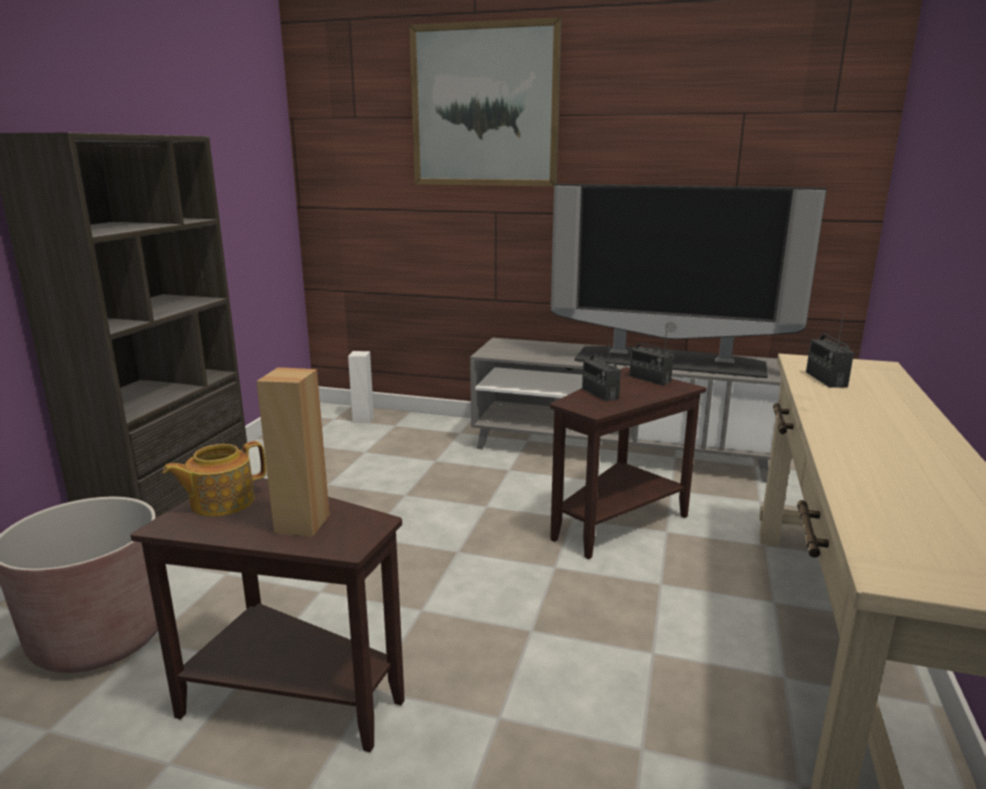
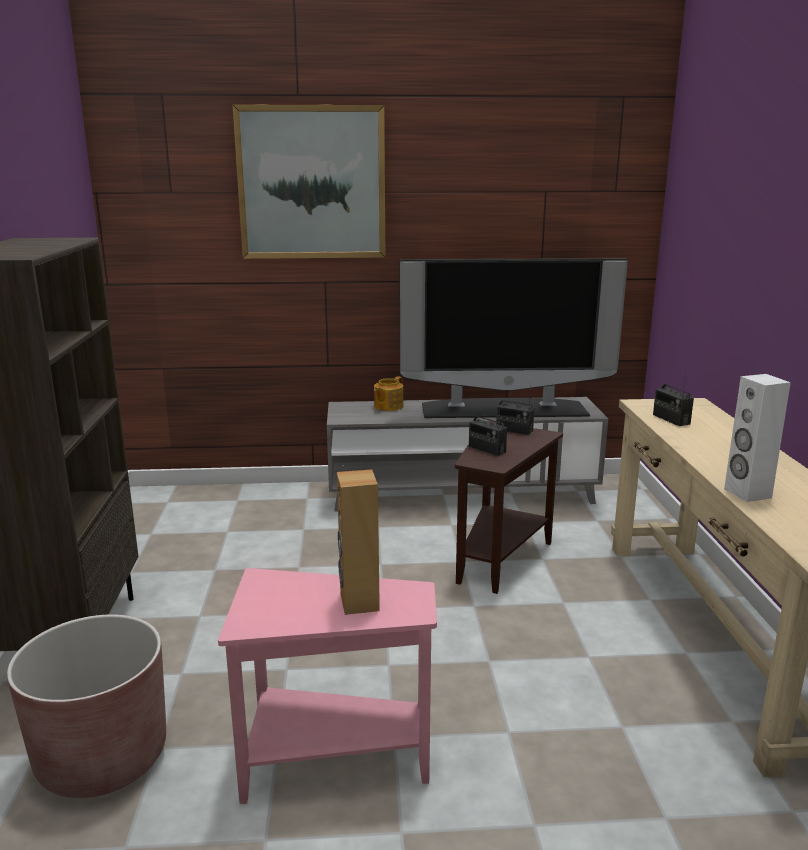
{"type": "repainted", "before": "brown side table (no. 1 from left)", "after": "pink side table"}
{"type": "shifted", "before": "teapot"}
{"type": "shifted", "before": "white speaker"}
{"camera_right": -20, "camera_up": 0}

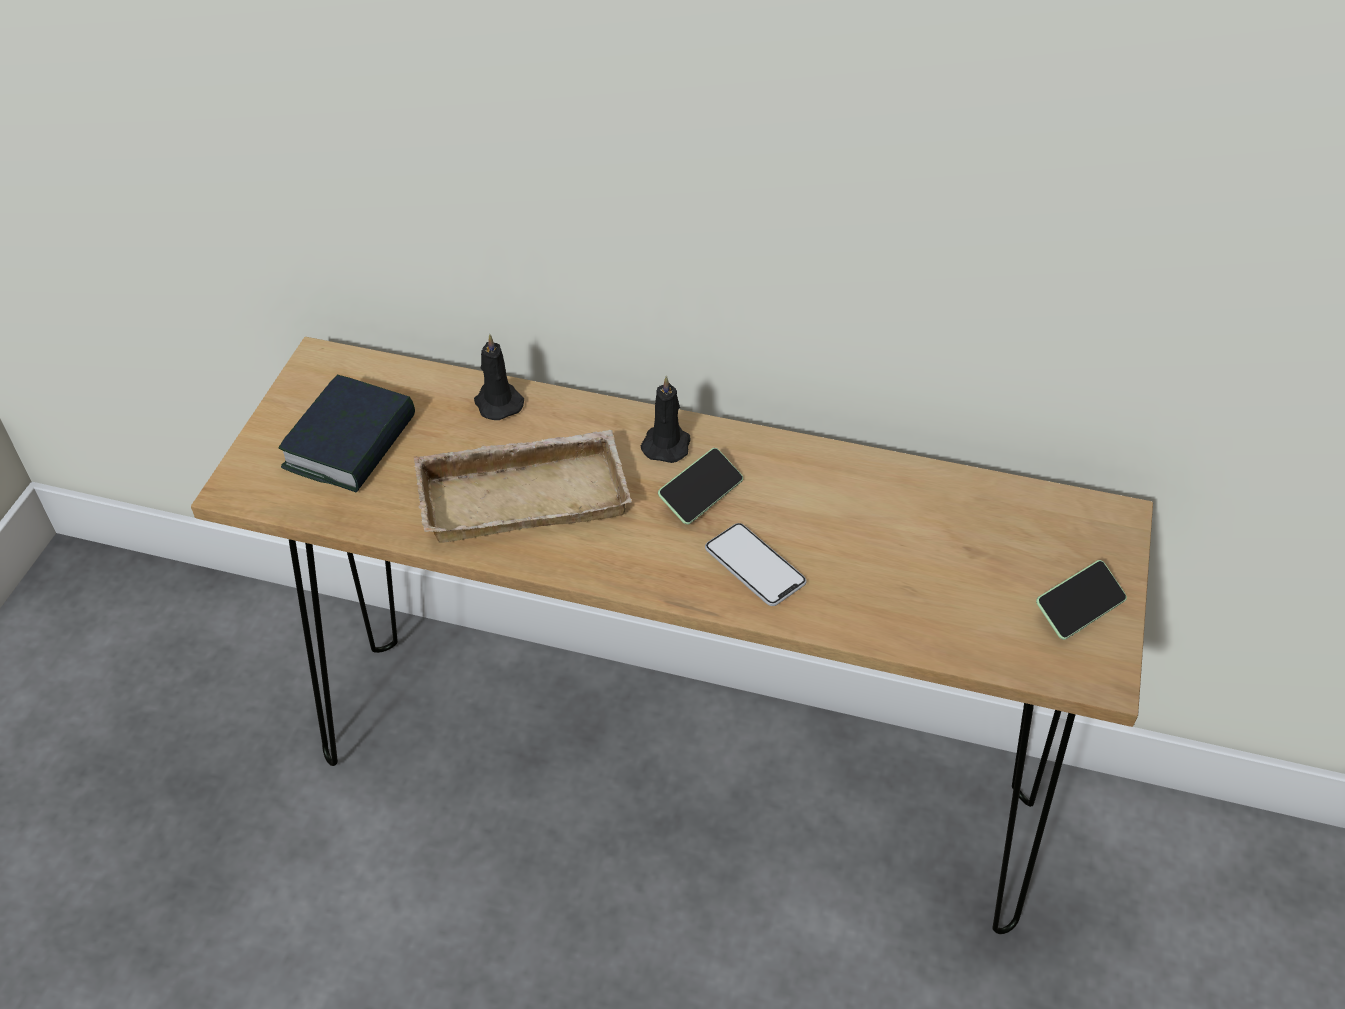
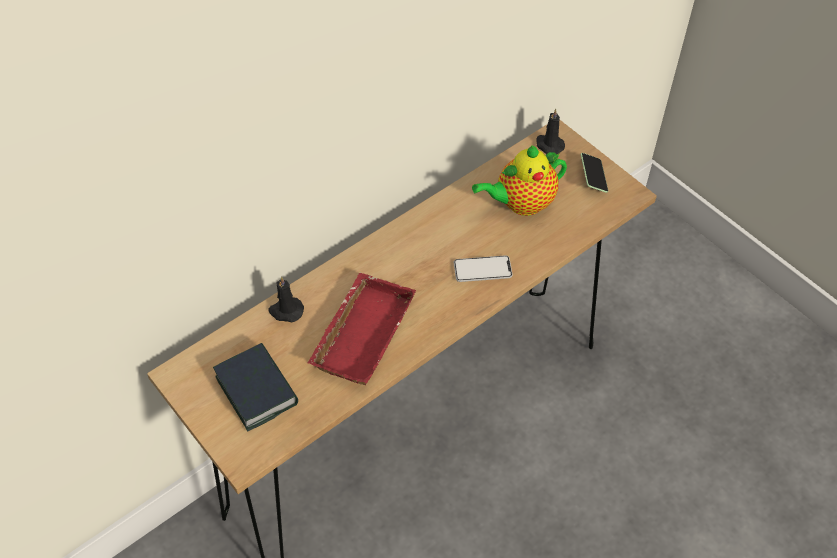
{"type": "repainted", "before": "beige tray", "after": "red tray"}
{"type": "new", "after": "teapot"}
{"type": "shifted", "before": "black candle (no. 2 from left)"}
{"type": "gone", "before": "phone (no. 1 from left)"}
{"camera_right": -55, "camera_up": 5}

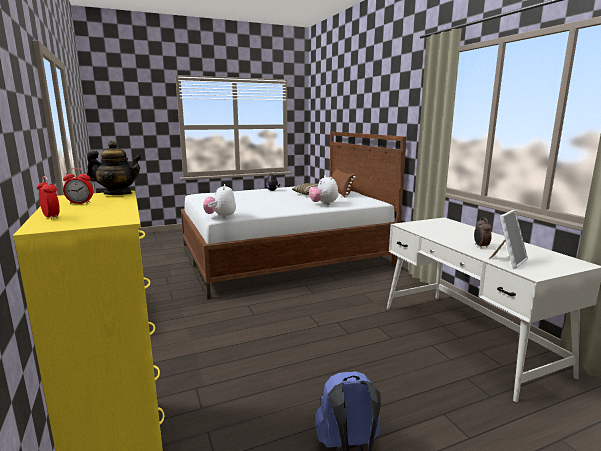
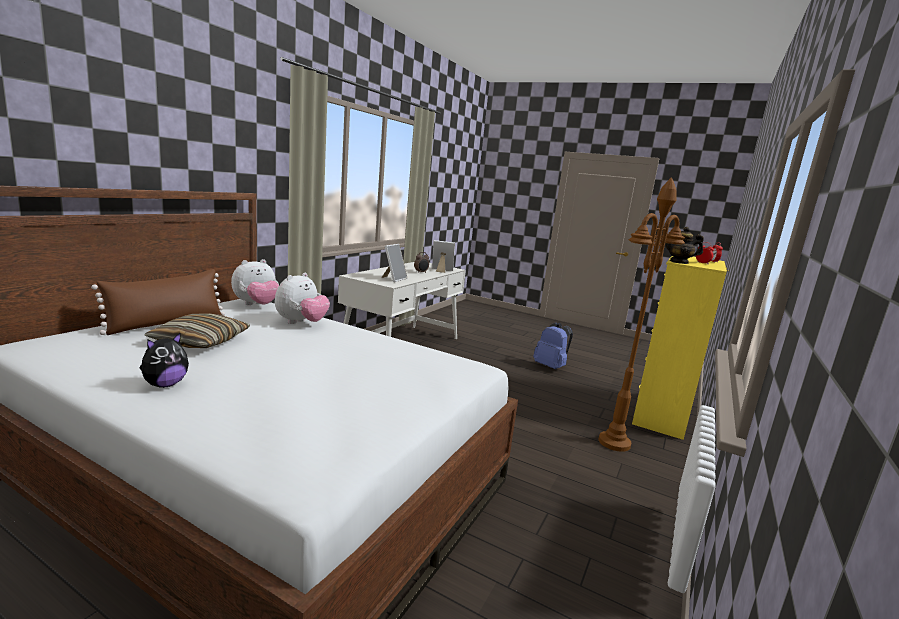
{"type": "shifted", "before": "plush toy (no. 1 from left in the first image)", "after": "plush toy (no. 2 from left)"}
{"type": "new", "after": "picture frame (no. 1 from left)"}
{"type": "new", "after": "brown floor lamp"}
{"type": "rotated", "before": "teapot", "turn": -45}
{"camera_right": -130, "camera_up": 0}

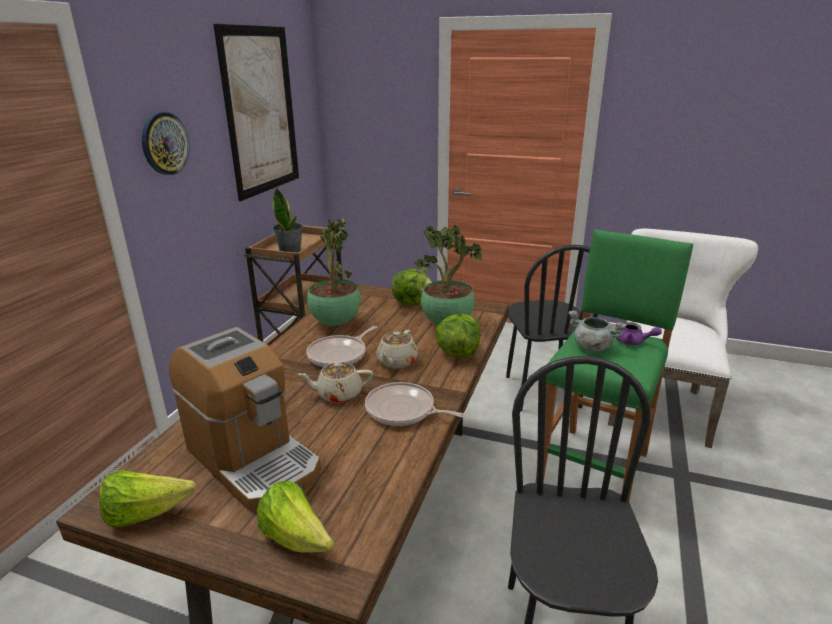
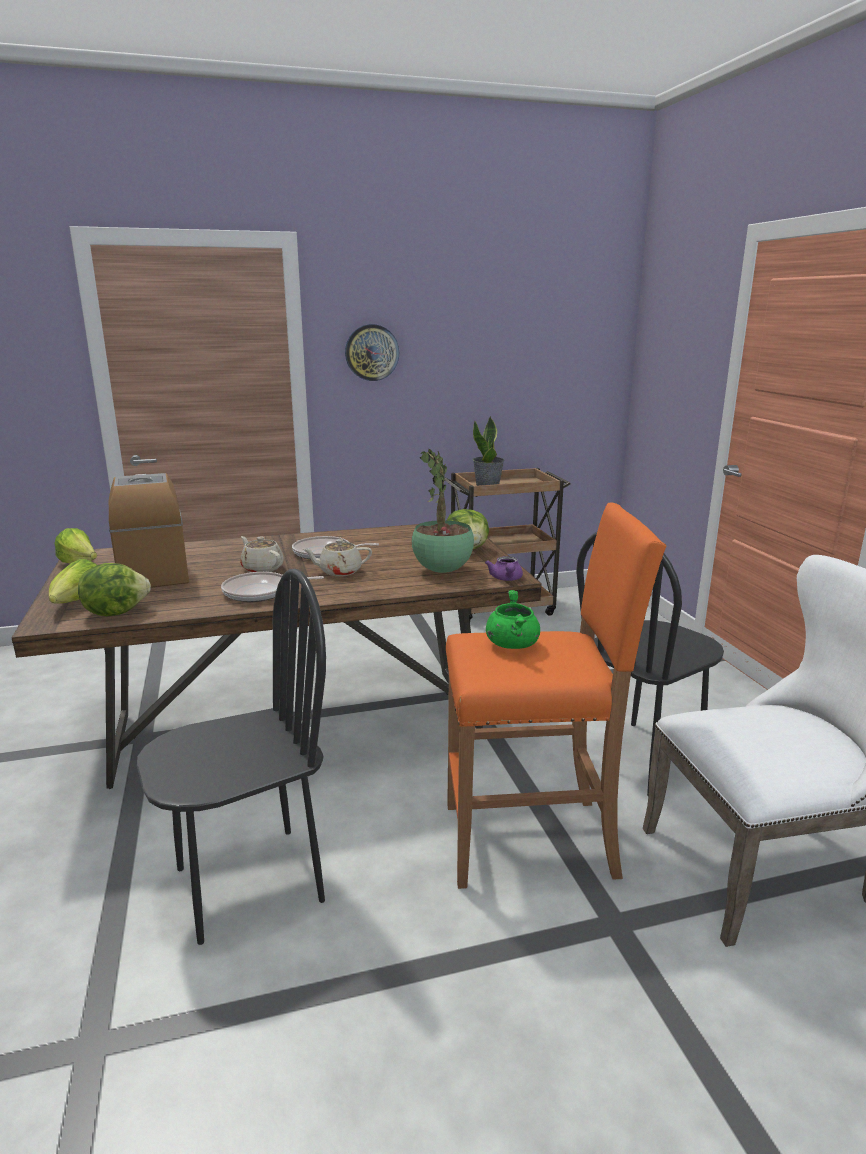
{"type": "shifted", "before": "lettuce (no. 4 from left in the first image)", "after": "lettuce (no. 3 from left)"}
{"type": "rotated", "before": "coffee machine", "turn": 150}
{"type": "rotated", "before": "frying pan (no. 2 from left in the first image)", "turn": -90}
{"type": "repainted", "before": "green stool", "after": "orange stool"}
{"type": "shifted", "before": "purple teapot"}
{"type": "repainted", "before": "grey cooking pot", "after": "green cooking pot"}
{"type": "gone", "before": "picture"}
{"type": "gone", "before": "potted plant (no. 2 from left)"}
{"camera_right": 55, "camera_up": -5}

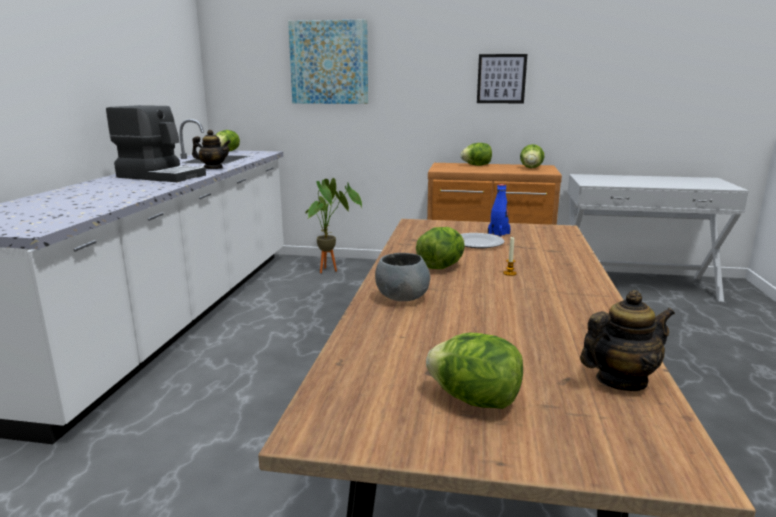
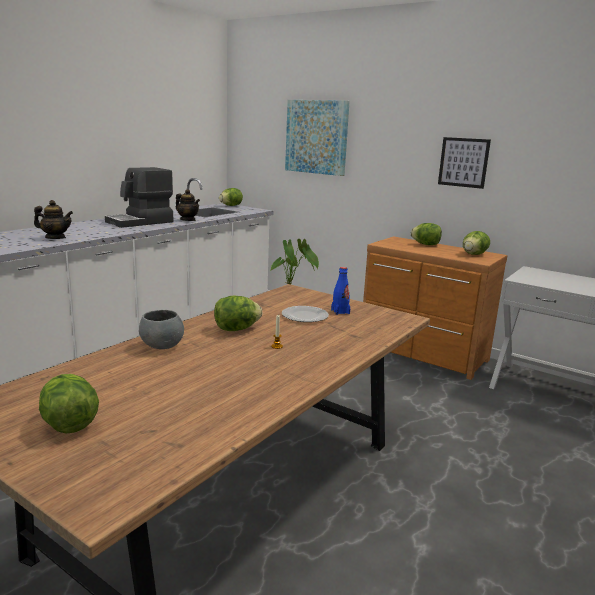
{"type": "shifted", "before": "teapot (no. 2 from left in the first image)", "after": "teapot (no. 1 from left)"}
{"type": "rotated", "before": "coffee machine", "turn": 90}
{"camera_right": 25, "camera_up": 0}

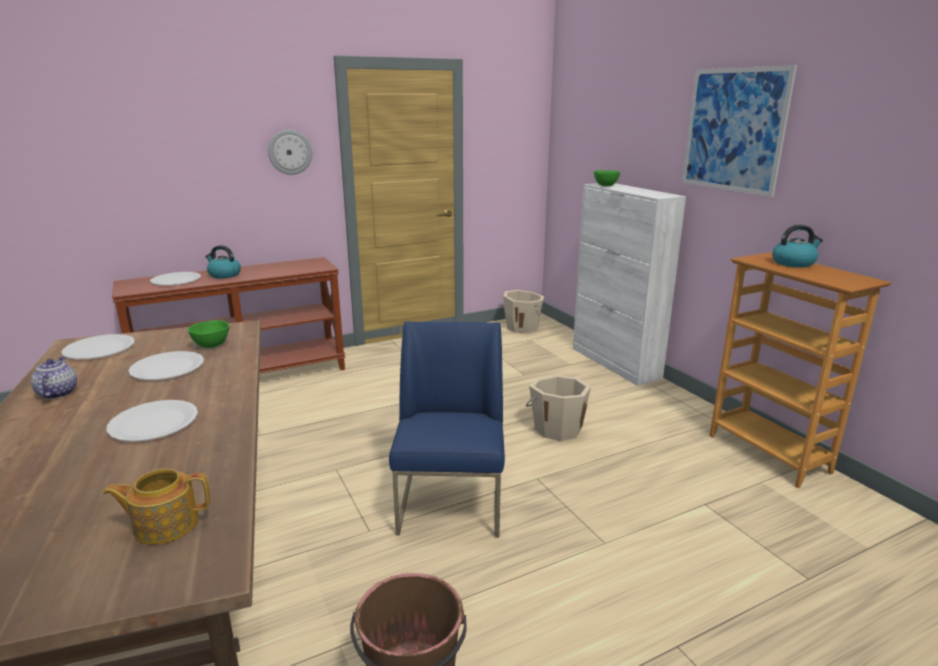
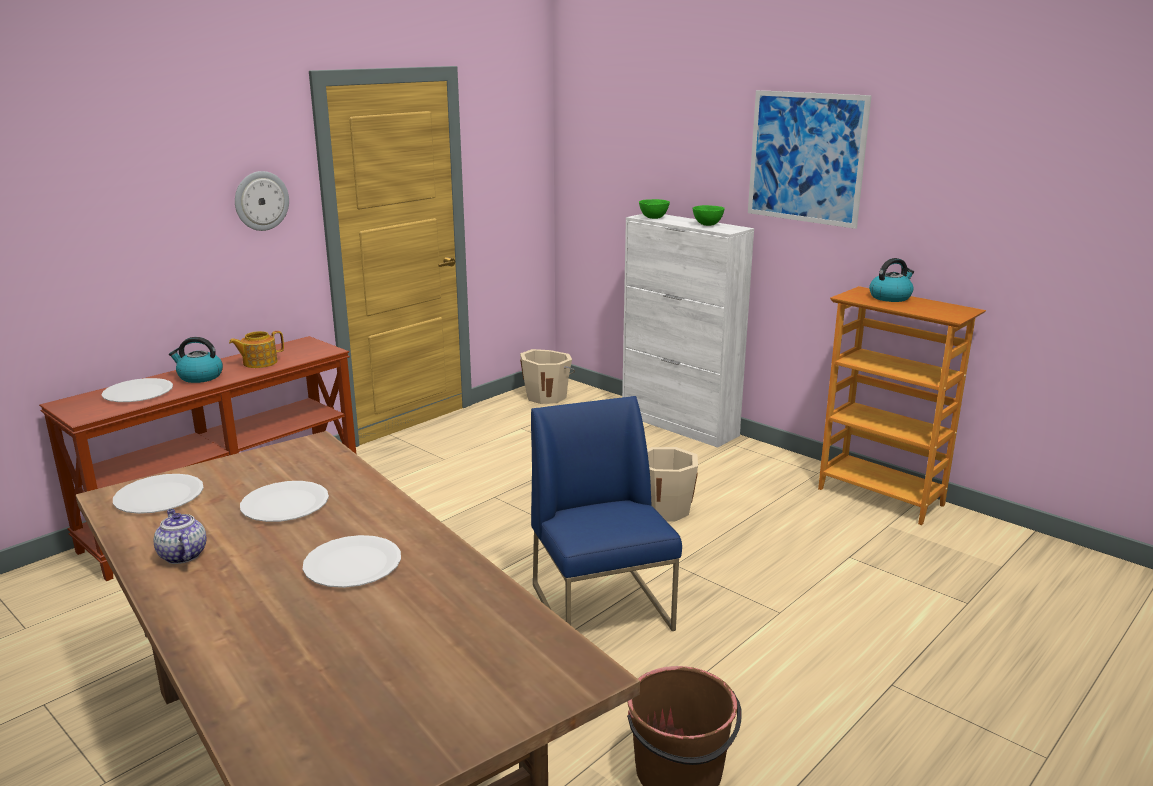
{"type": "shifted", "before": "teapot (no. 2 from left)"}
{"type": "shifted", "before": "green bowl (no. 1 from left in the first image)", "after": "green bowl (no. 2 from left)"}
{"camera_right": -20, "camera_up": 0}

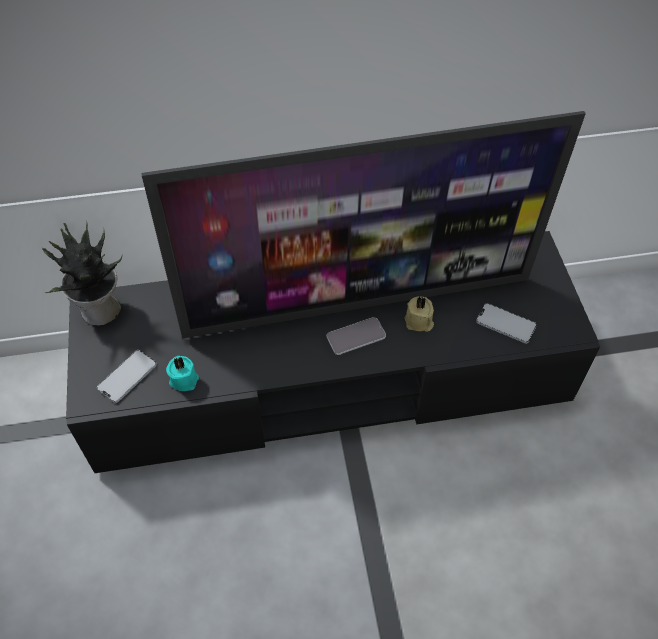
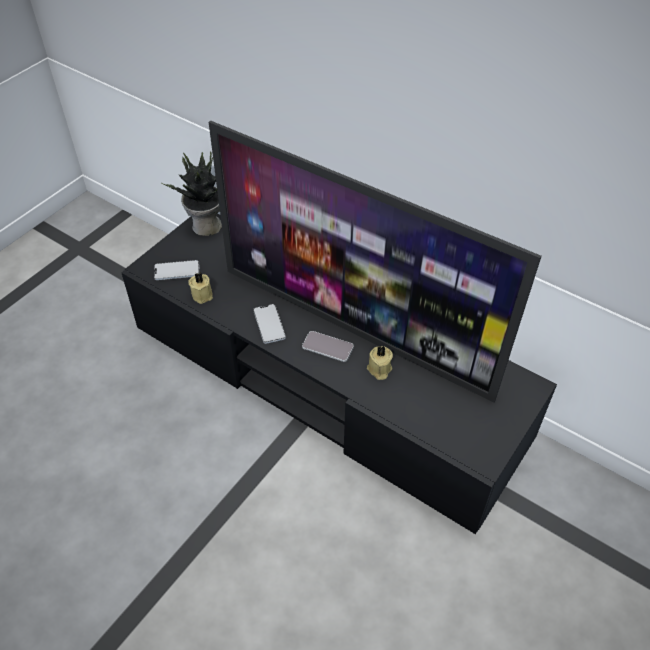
{"type": "repainted", "before": "turquoise candle", "after": "beige candle (no. 1 from left)"}
{"type": "shifted", "before": "phone (no. 3 from left in the first image)", "after": "phone (no. 2 from left)"}
{"camera_right": 45, "camera_up": -5}

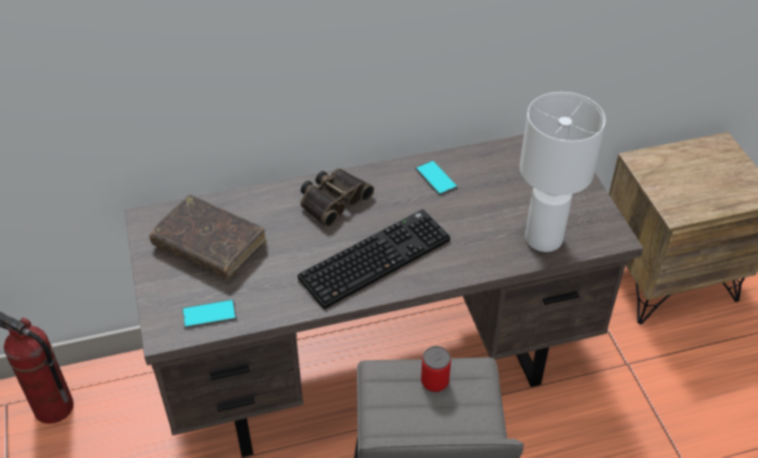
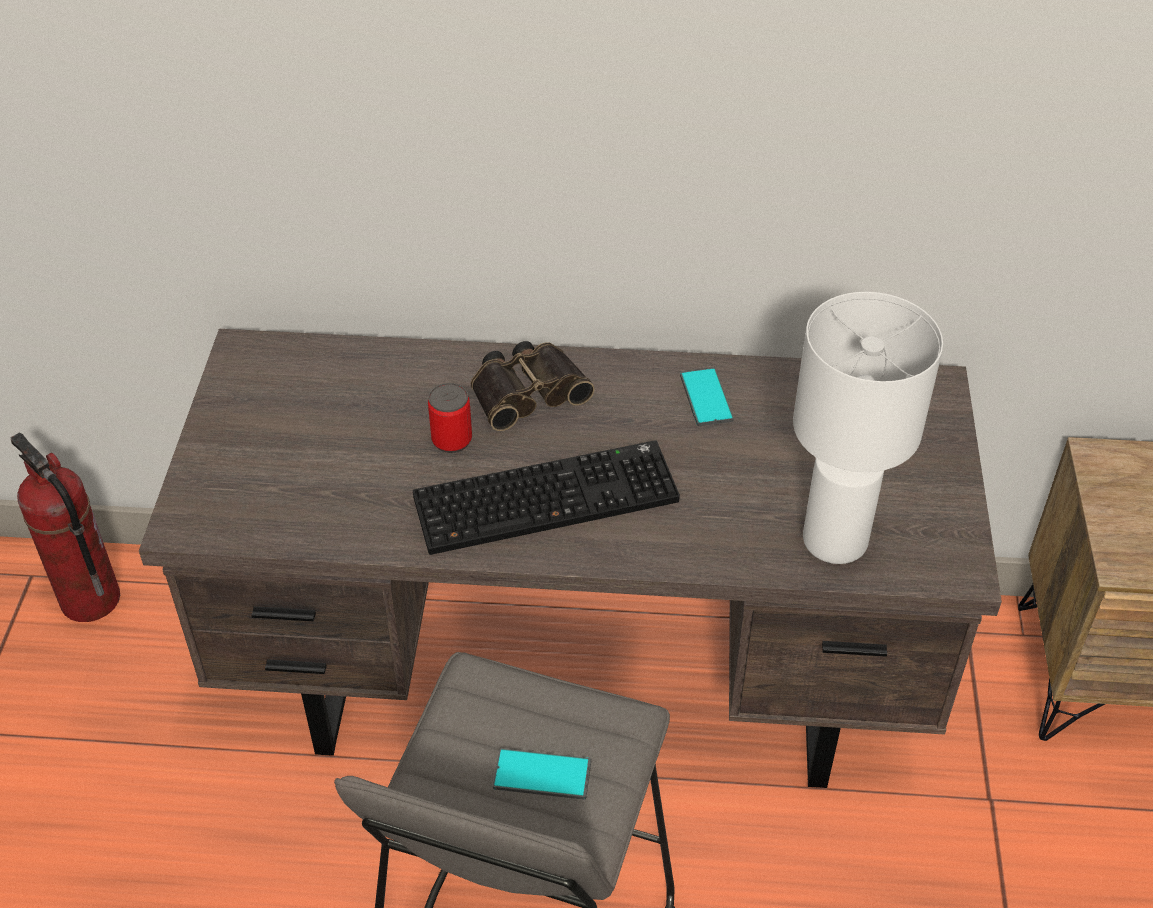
{"type": "shifted", "before": "can"}
{"type": "shifted", "before": "phone (no. 1 from left)"}
{"type": "gone", "before": "brown book"}
{"camera_right": 20, "camera_up": 0}

